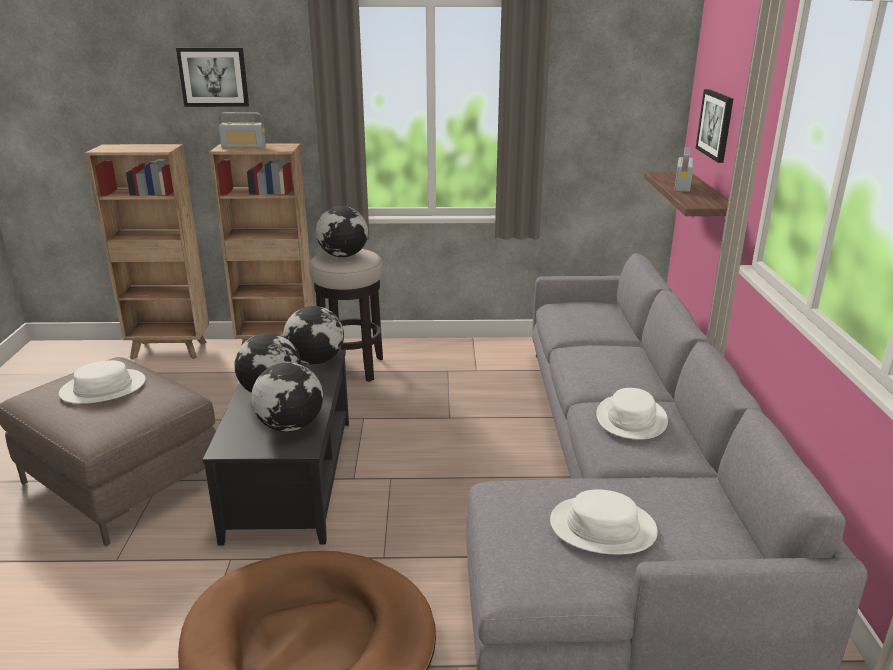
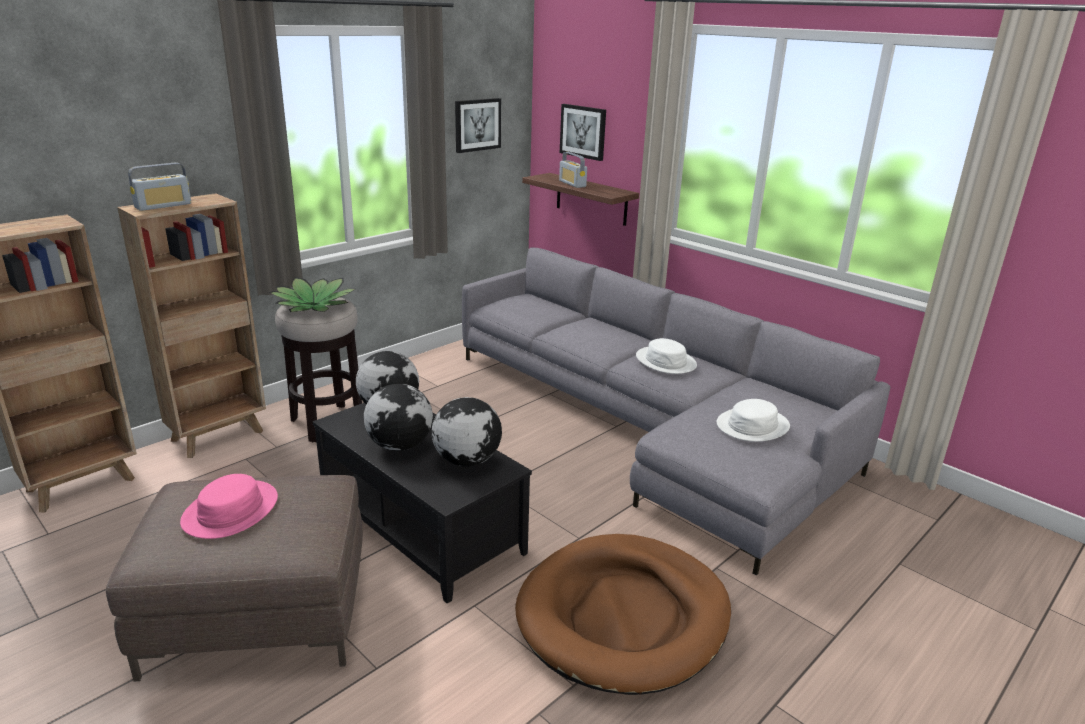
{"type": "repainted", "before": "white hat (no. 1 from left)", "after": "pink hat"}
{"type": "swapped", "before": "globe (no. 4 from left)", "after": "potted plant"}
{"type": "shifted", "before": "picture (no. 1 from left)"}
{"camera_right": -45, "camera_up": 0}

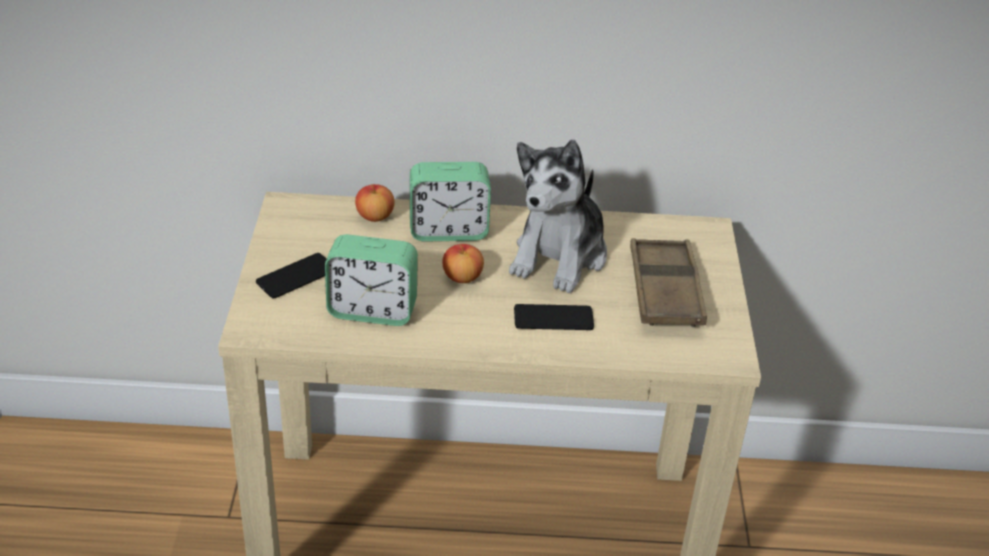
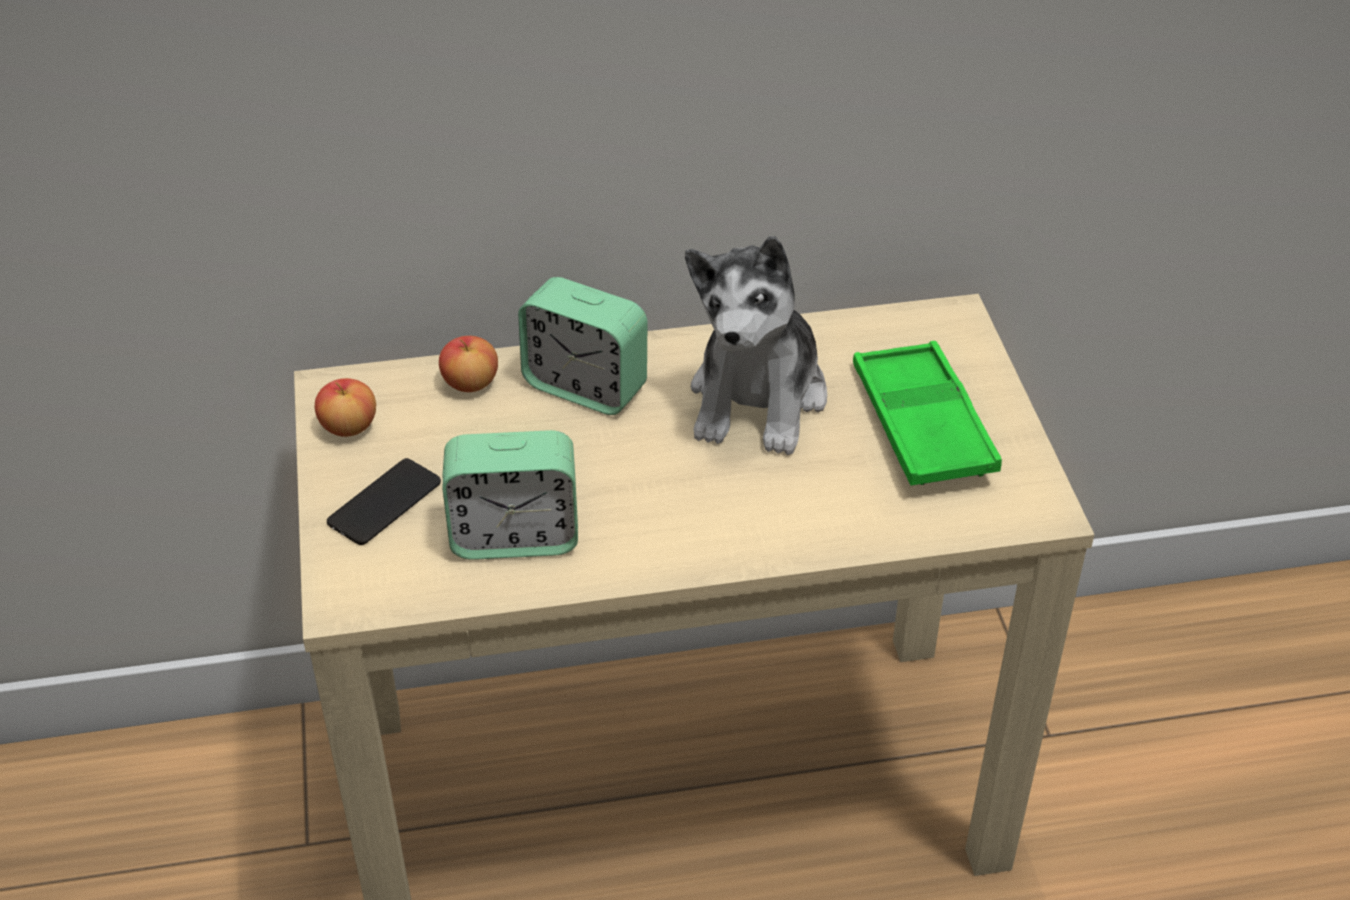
{"type": "shifted", "before": "apple (no. 2 from left in the first image)", "after": "apple (no. 1 from left)"}
{"type": "rotated", "before": "alarm clock (no. 2 from left)", "turn": 45}
{"type": "repainted", "before": "brown tray", "after": "green tray"}
{"type": "gone", "before": "phone (no. 2 from left)"}
{"camera_right": -10, "camera_up": 5}

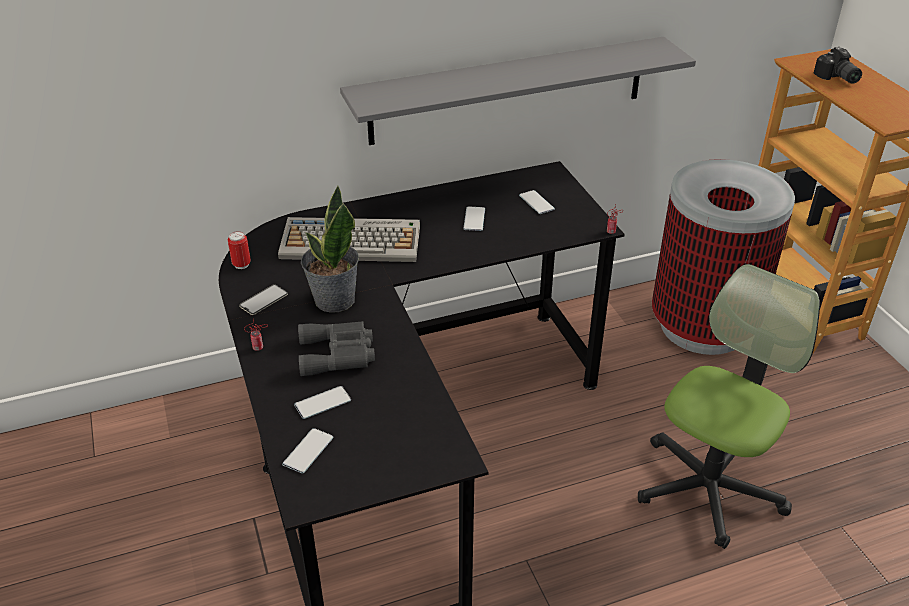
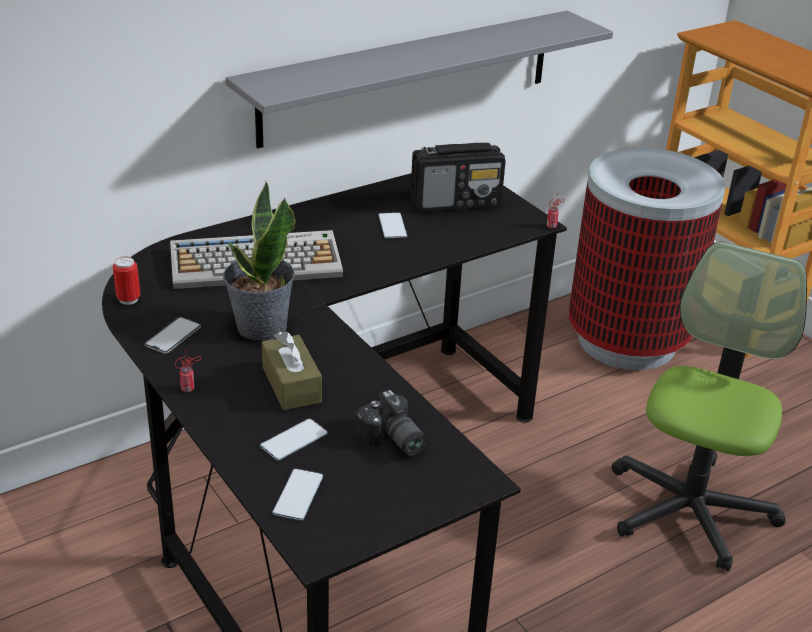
{"type": "swapped", "before": "grey binoculars", "after": "brown tissue box"}
{"type": "shifted", "before": "photo camera"}
{"type": "swapped", "before": "phone (no. 5 from left)", "after": "radio"}
{"camera_right": -15, "camera_up": -5}

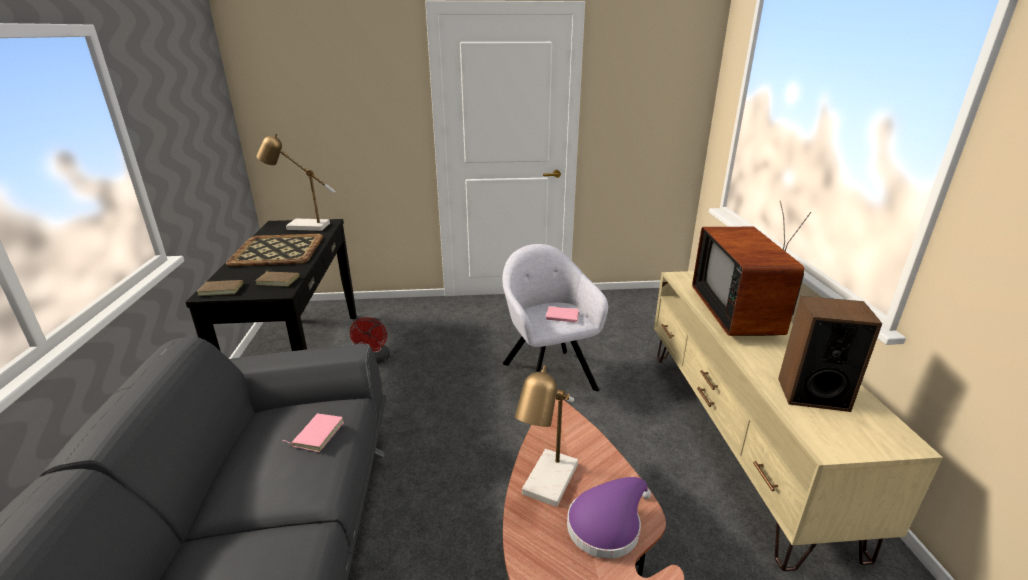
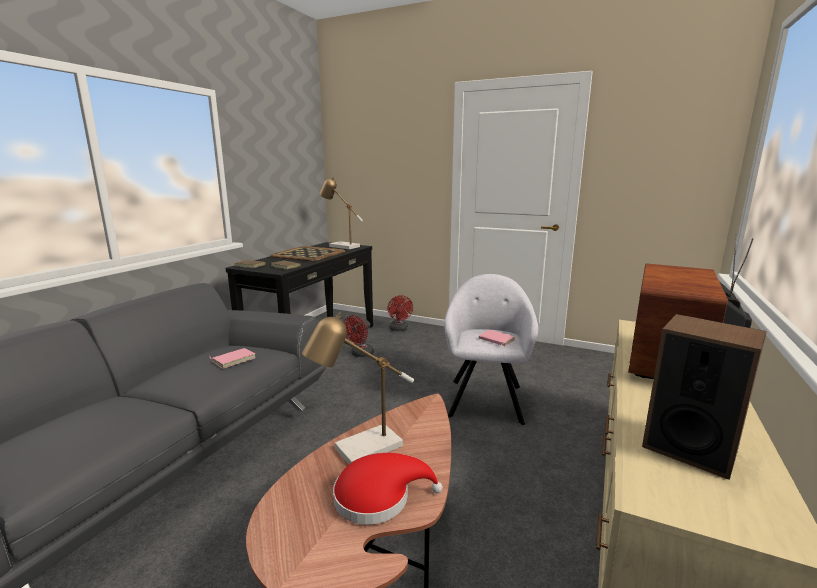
{"type": "repainted", "before": "purple hat", "after": "red hat"}
{"type": "new", "after": "red fan (no. 2 from left)"}
{"camera_right": 30, "camera_up": -10}

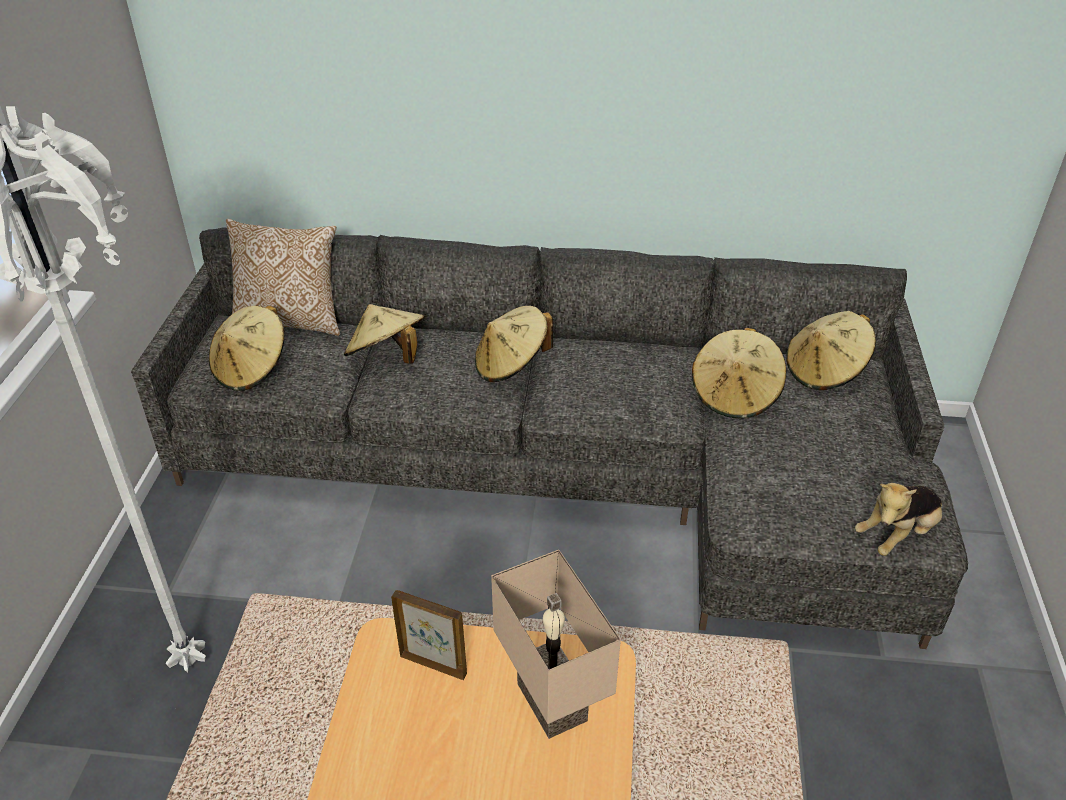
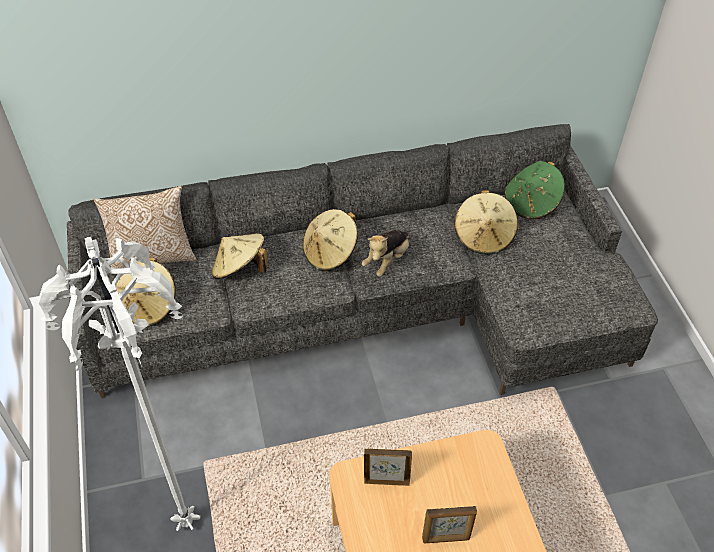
{"type": "shifted", "before": "plush toy"}
{"type": "new", "after": "picture frame (no. 2 from left)"}
{"type": "repainted", "before": "beige hat (no. 5 from left)", "after": "green hat"}
{"type": "gone", "before": "beige table lamp"}
{"camera_right": -20, "camera_up": 10}

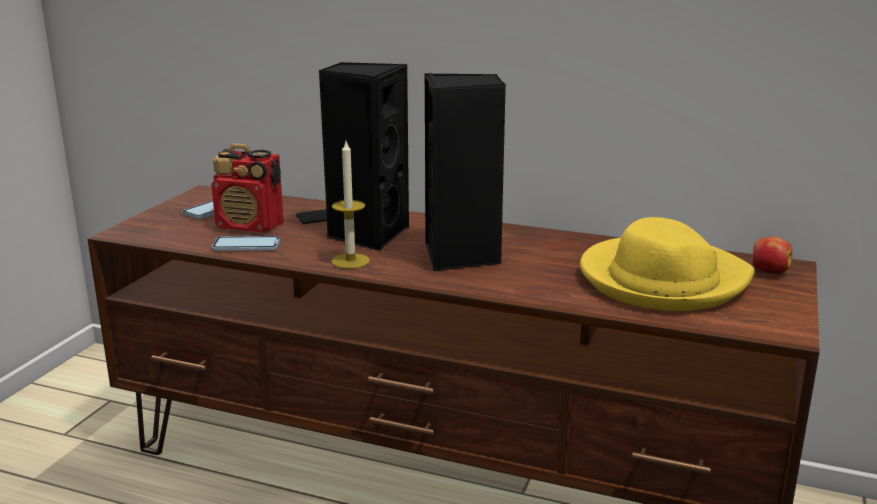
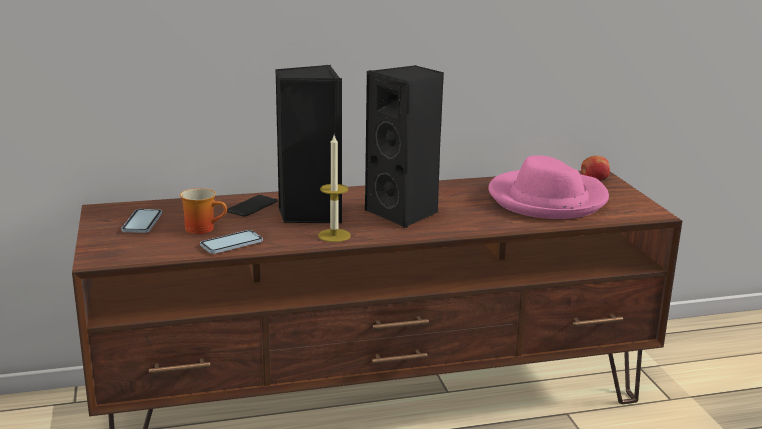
{"type": "swapped", "before": "radio", "after": "mug"}
{"type": "repainted", "before": "yellow hat", "after": "pink hat"}
{"camera_right": -35, "camera_up": 0}

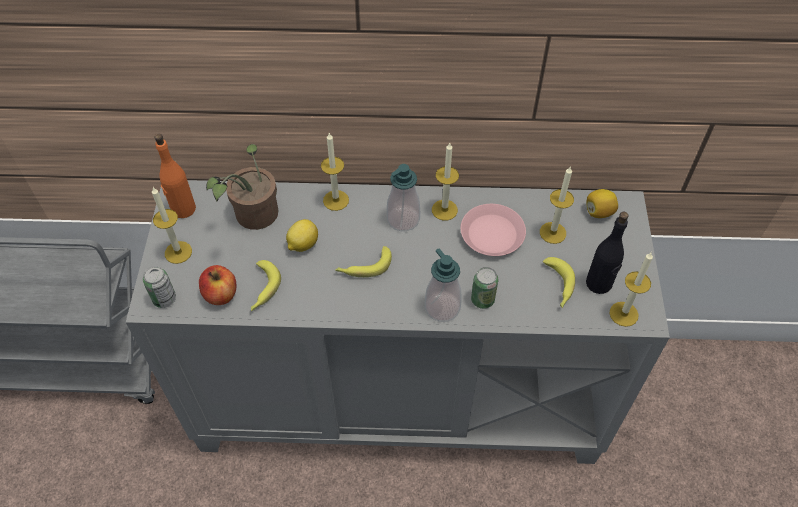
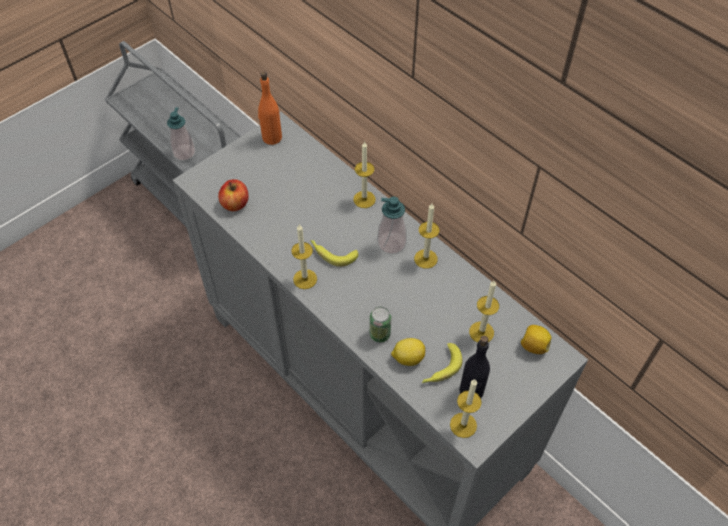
{"type": "shifted", "before": "soap dispenser (no. 2 from left in the first image)", "after": "soap dispenser (no. 1 from left)"}
{"type": "shifted", "before": "candle (no. 1 from left)"}
{"type": "shifted", "before": "lemon (no. 1 from left)"}
{"type": "gone", "before": "can (no. 1 from left)"}
{"type": "gone", "before": "potted plant"}
{"type": "gone", "before": "banana (no. 1 from left)"}
{"type": "gone", "before": "pink plate"}
{"camera_right": 45, "camera_up": 0}

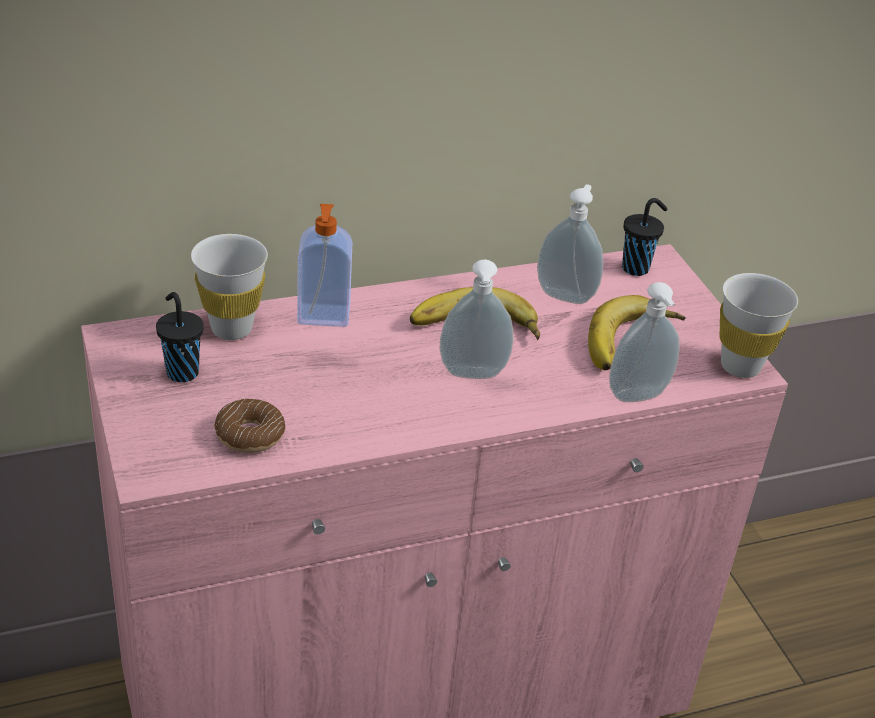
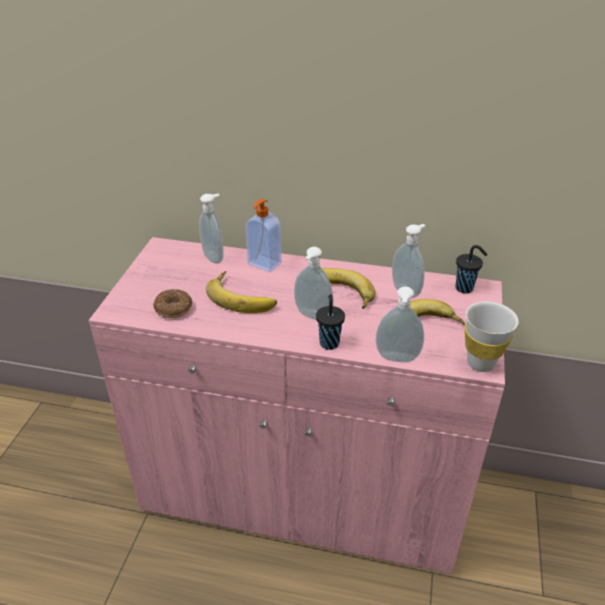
{"type": "swapped", "before": "white cup (no. 1 from left)", "after": "soap dispenser (no. 1 from left)"}
{"type": "new", "after": "banana (no. 1 from left)"}
{"type": "shifted", "before": "black cup (no. 1 from left)"}
{"camera_right": 35, "camera_up": 0}

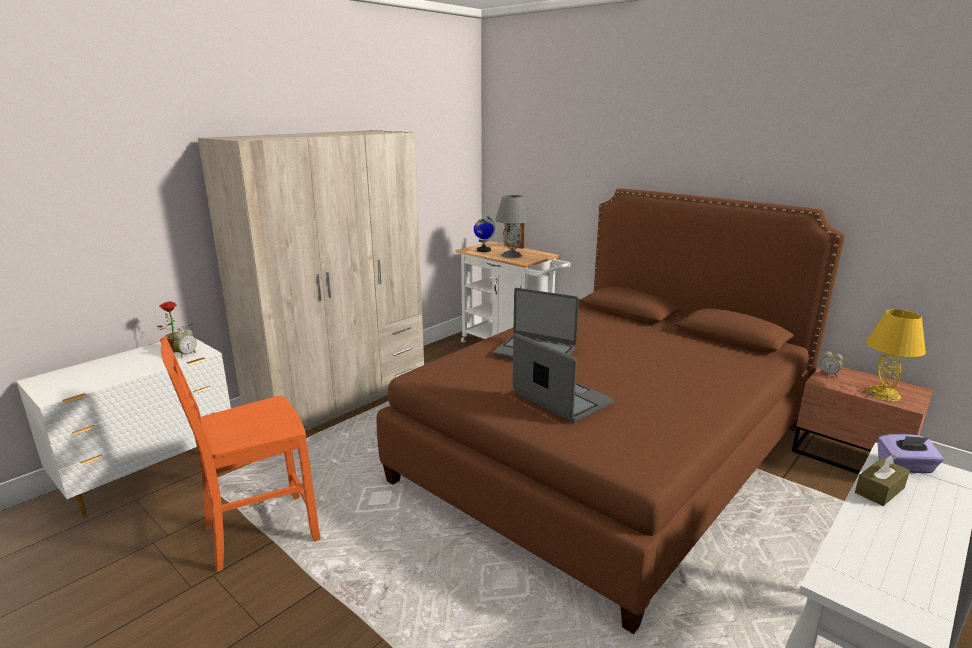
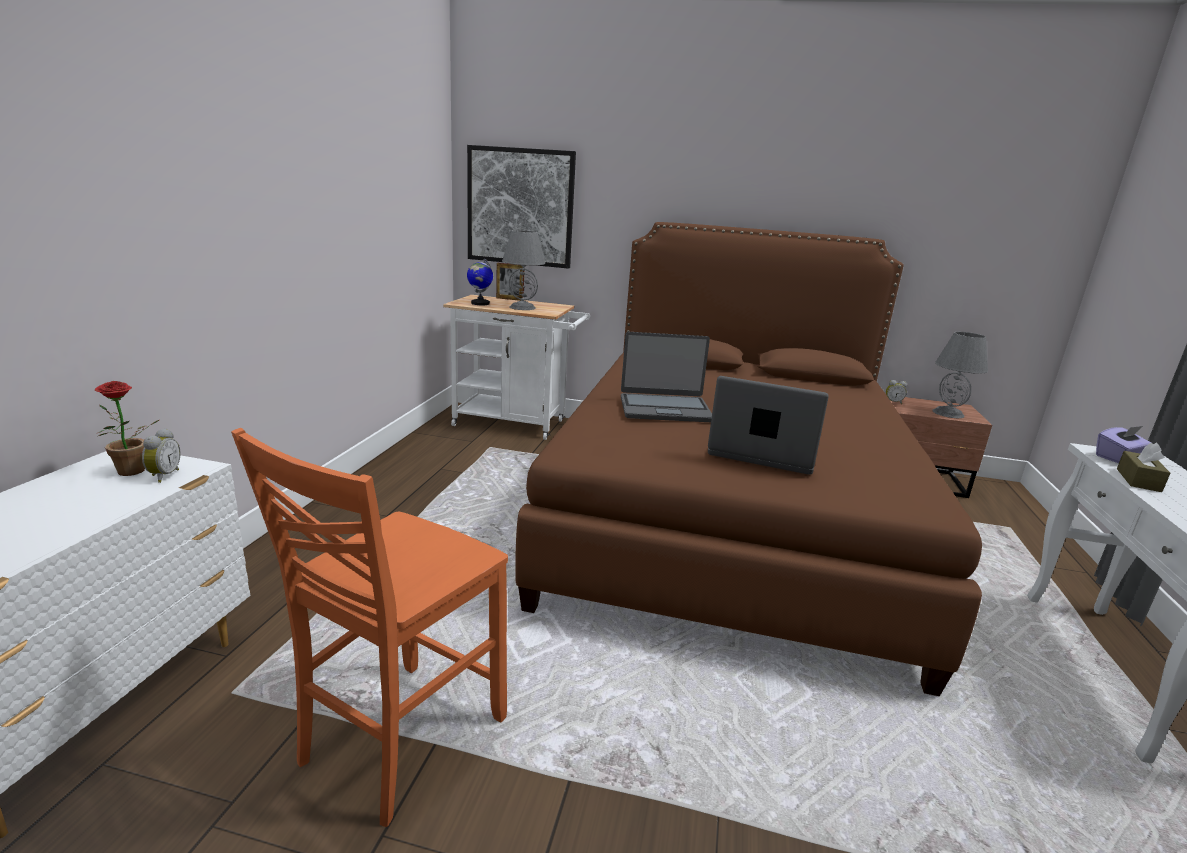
{"type": "new", "after": "picture"}
{"type": "repainted", "before": "yellow table lamp", "after": "grey table lamp (no. 2 from left)"}
{"type": "gone", "before": "beige wardrobe"}
{"camera_right": -30, "camera_up": 0}

